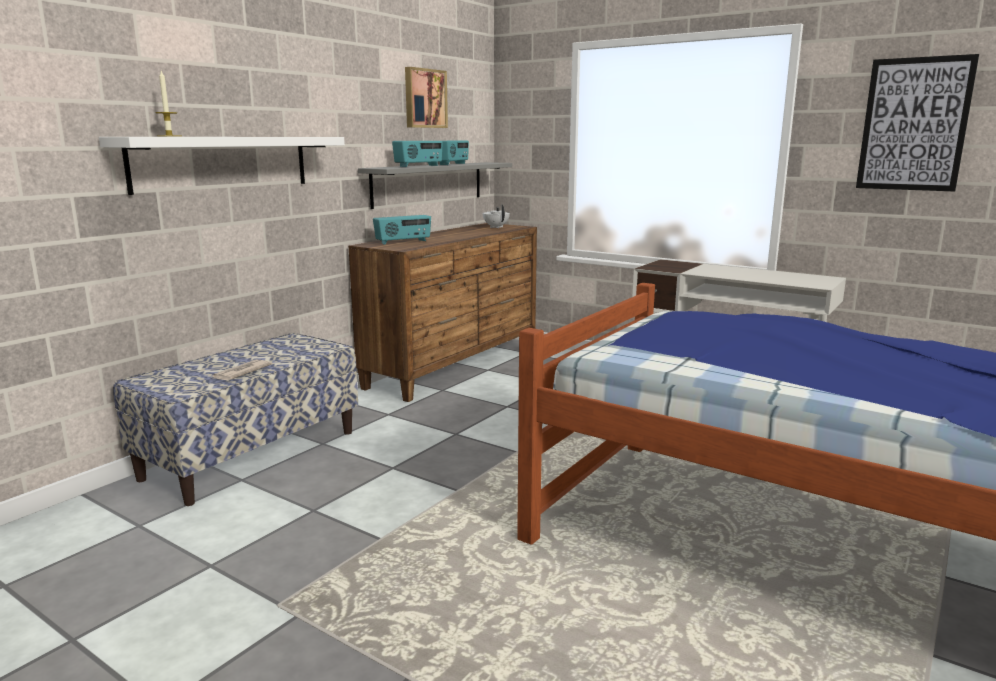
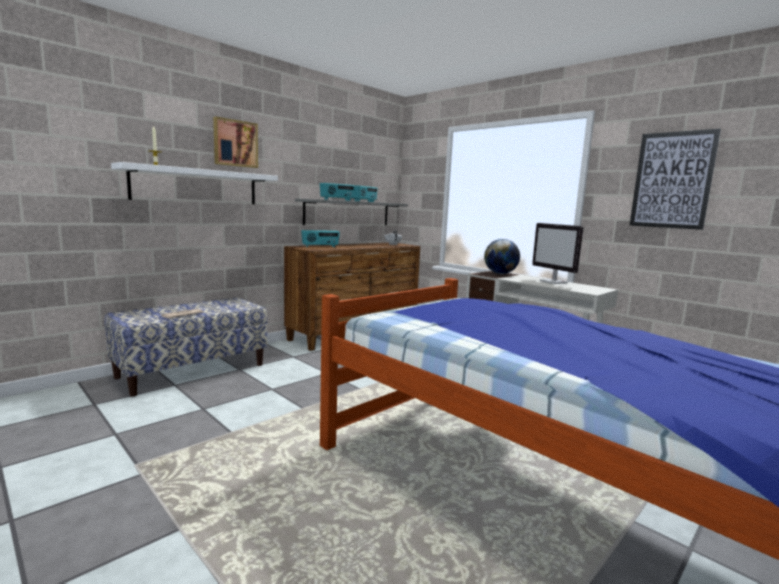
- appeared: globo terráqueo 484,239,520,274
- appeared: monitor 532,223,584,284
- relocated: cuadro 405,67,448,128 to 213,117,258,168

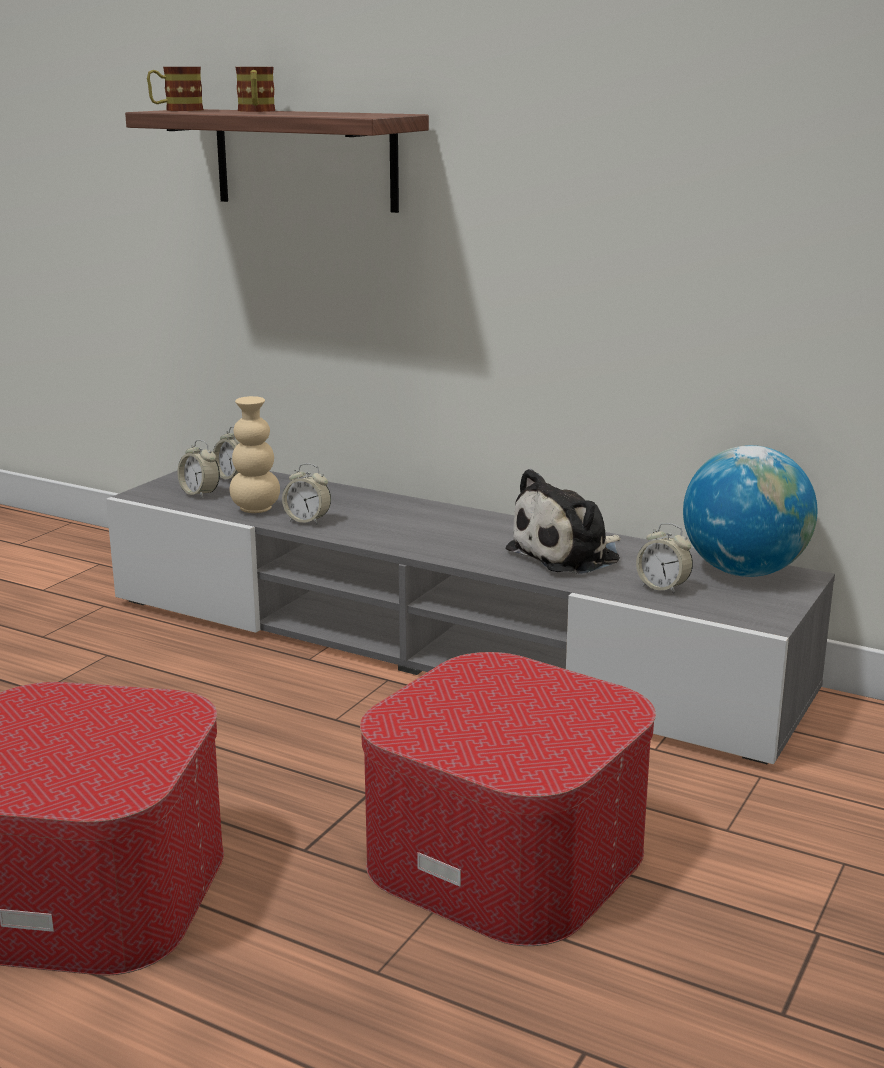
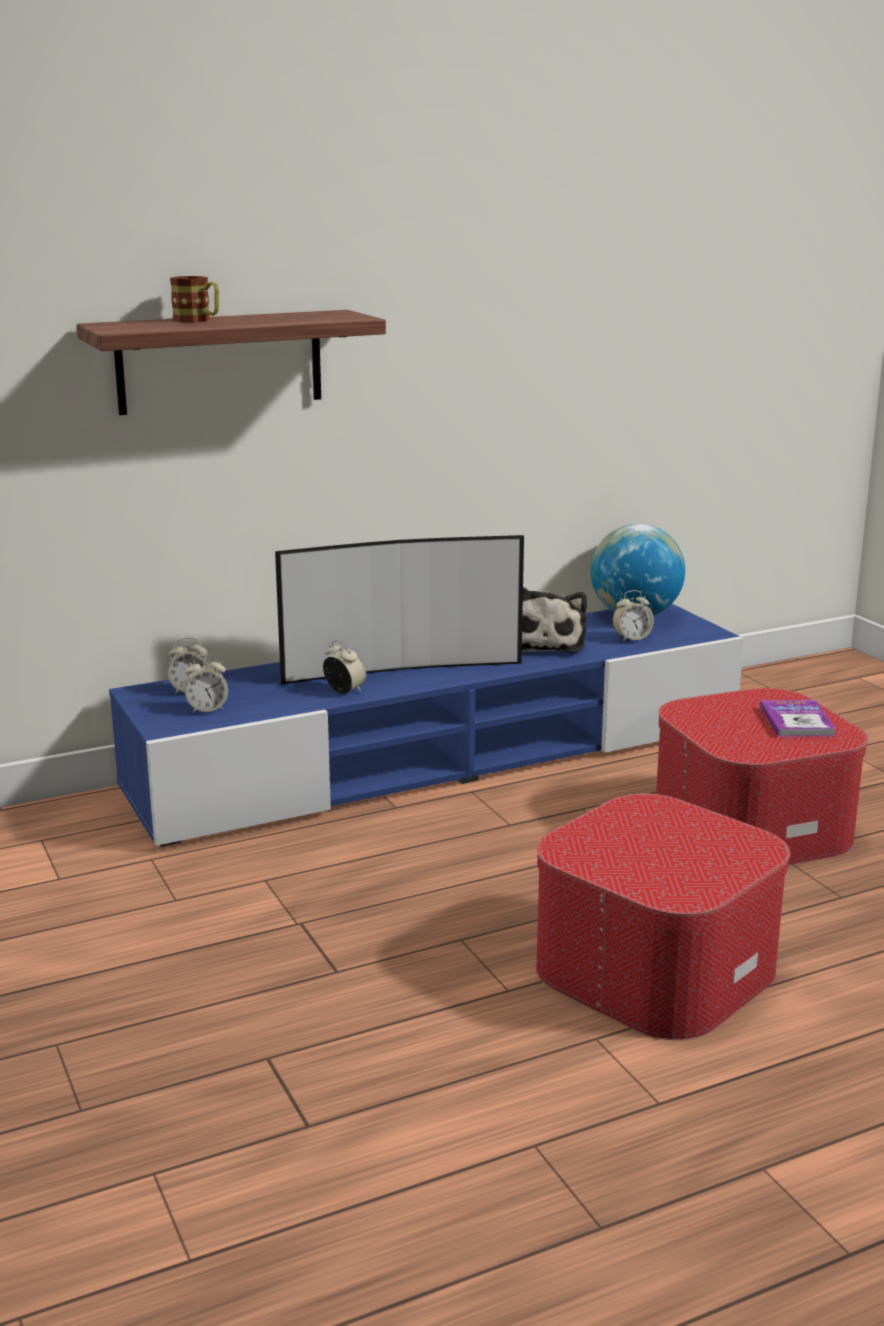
- missing: taza grande 147,67,203,111
- missing: florero [beis] 230,396,280,513
- appeared: televisor 275,535,524,684
- appeared: libro 760,700,836,737
- colour: mueble de televisión [gris] 106,470,835,765 to mueble de televisión [azul] 109,604,744,847
- spun: despertador 282,463,331,525 = 323,641,366,694 105 degrees counterclockwise

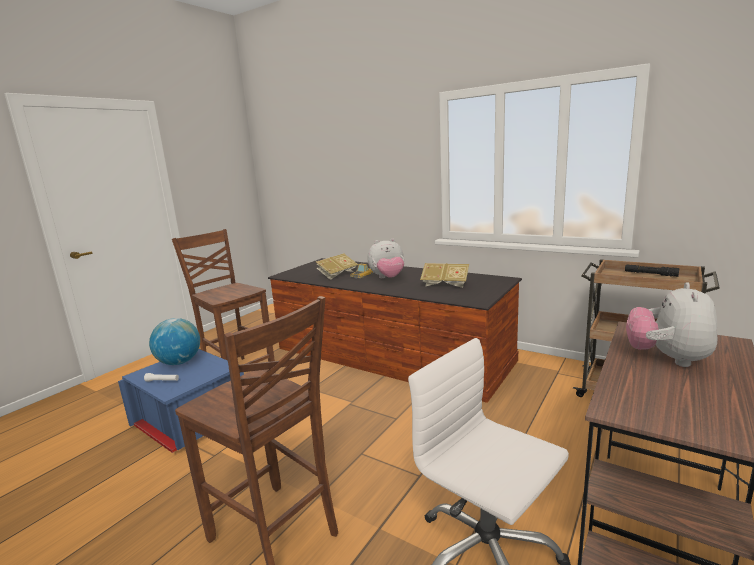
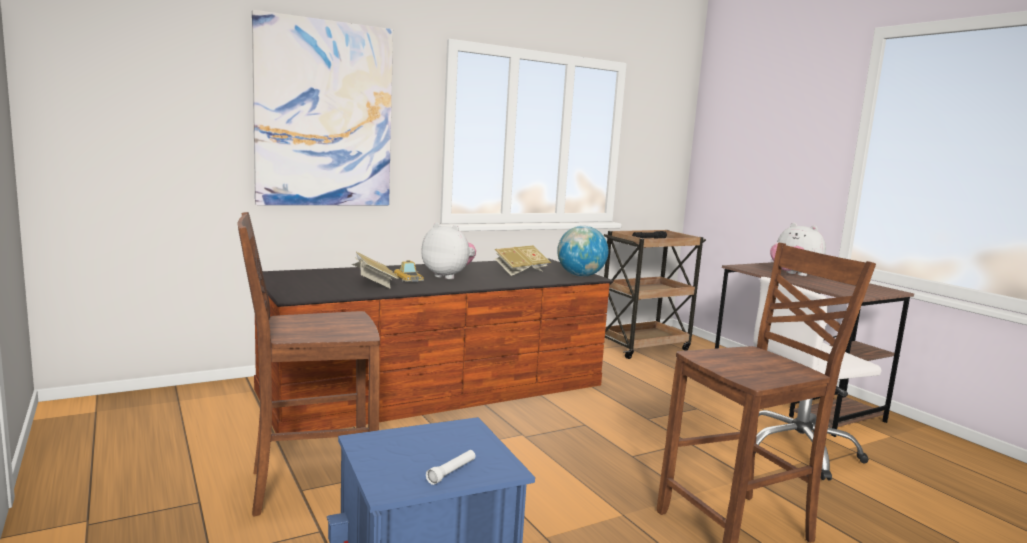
- appeared: cuadro 252,10,393,205
- relocated: globo terráqueo 149,318,200,365 to 557,226,608,277
- spun: peluche 367,238,404,278 = 421,223,476,279 75 degrees counterclockwise

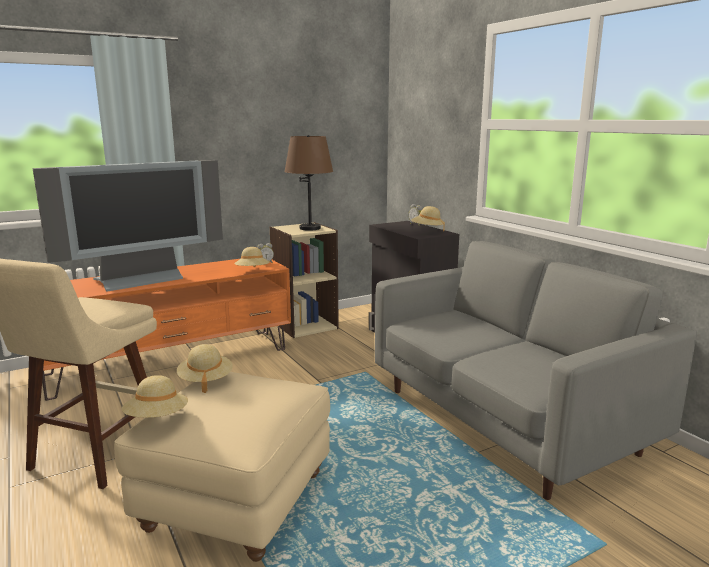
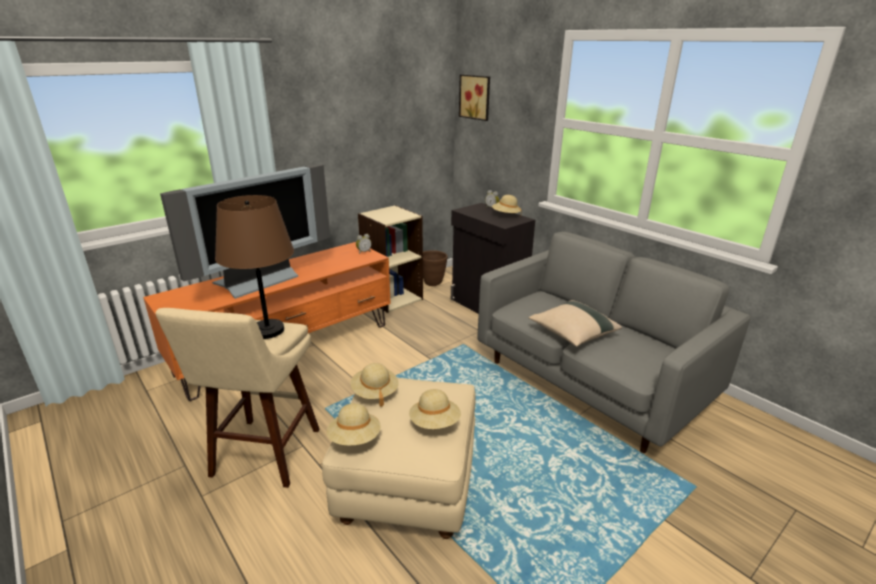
- appeared: maceta [marrón] 423,250,448,286
- appeared: cuadro 459,74,490,121
- appeared: cojín [beis] 529,300,622,347
- relocated: sombrero [beis] 234,247,270,267 to 409,389,461,429
- relocated: lámpara de mesa [marrón] 285,135,333,231 to 215,195,294,339

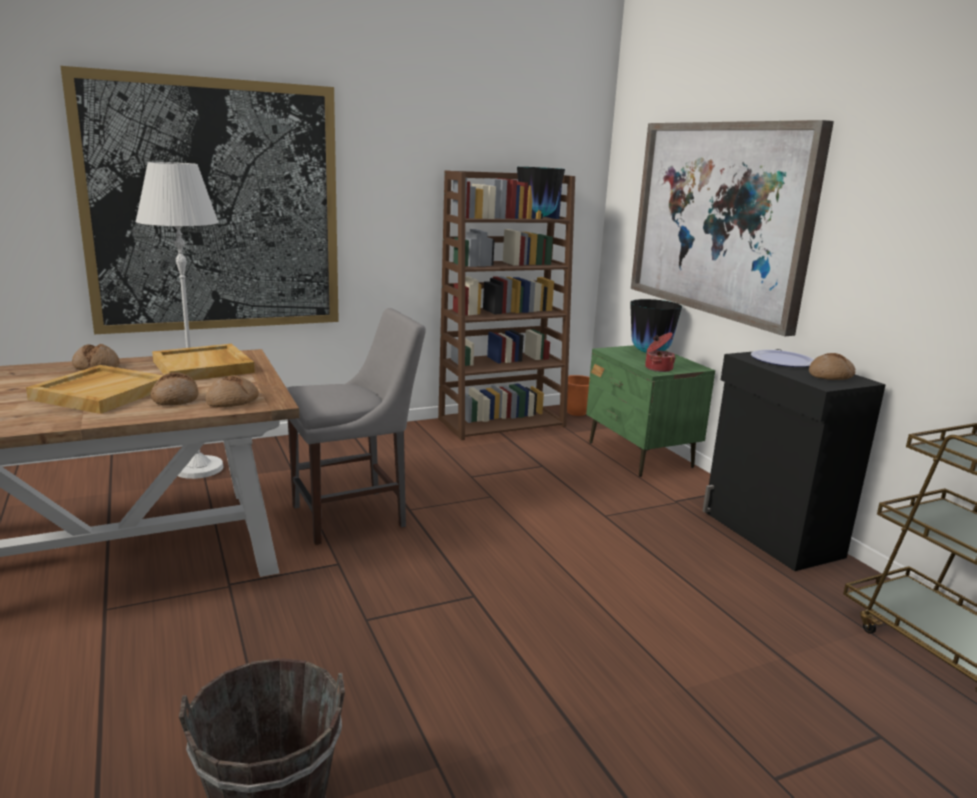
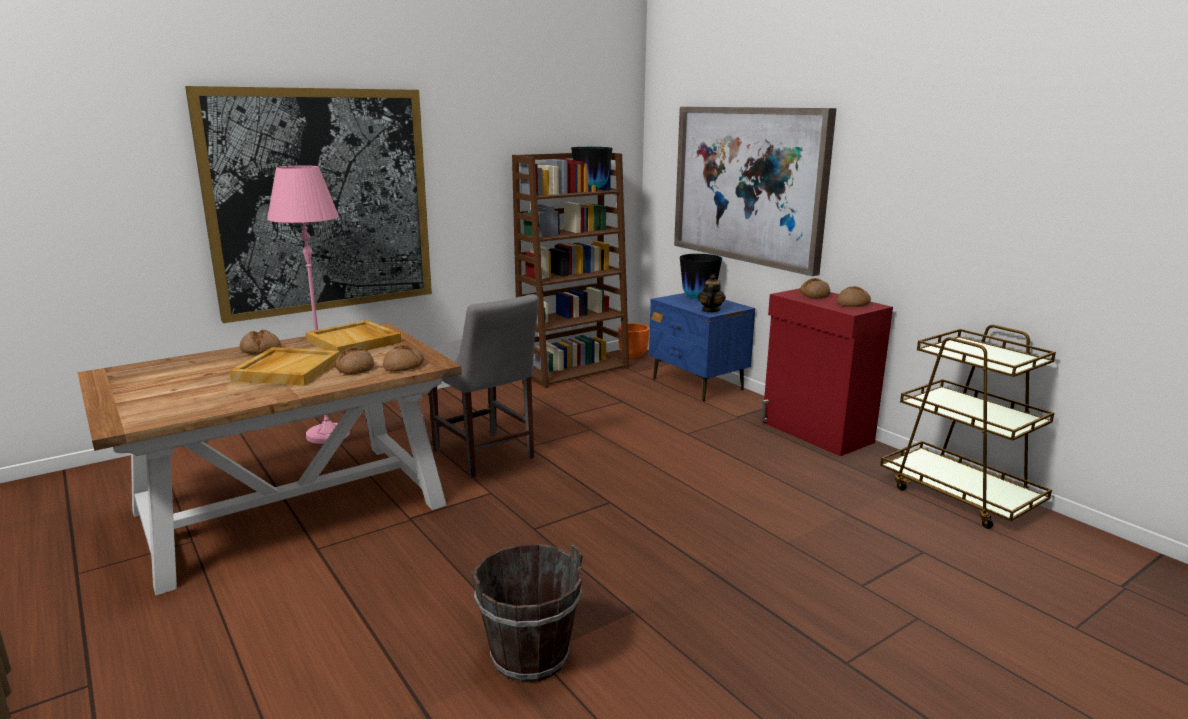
- exchanged: olla 645,332,676,372 to tetera 698,274,726,312
- exchanged: plato 751,350,814,367 to pan 800,278,830,298
- colour: lámpara de pie [blanco] 136,162,223,479 to lámpara de pie [rosa] 267,165,350,444
- colour: mesita de noche [verde] 586,345,715,477 to mesita de noche [azul] 649,293,755,401
- colour: armario [negro] 703,349,886,571 to armario [rojo] 761,288,893,456
- spun: silla [gris] 287,308,426,545 = 429,294,539,478 90 degrees clockwise

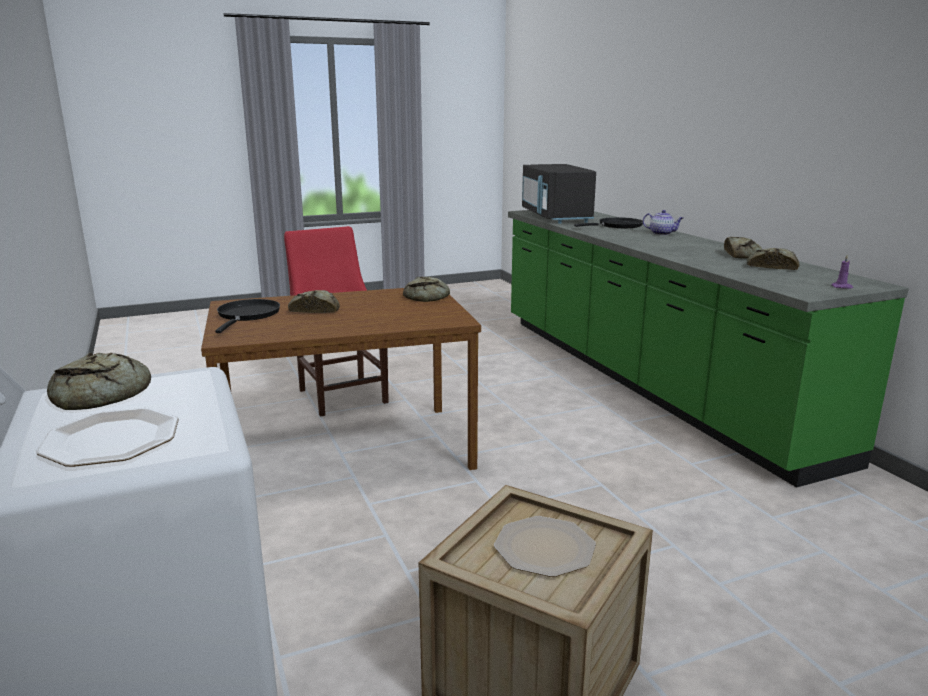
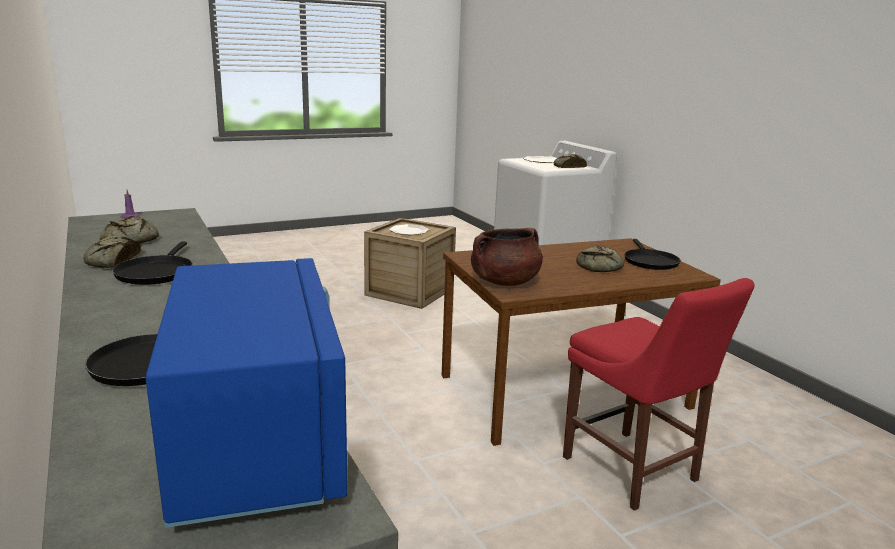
- missing: tetera 643,210,683,235
- appeared: sartén [negro] 112,241,193,285
- exchanged: pan 403,277,450,302 to olla [marrón] 471,228,543,286
- colour: microondas [negro] 522,164,596,224 to microondas [azul] 145,258,348,528

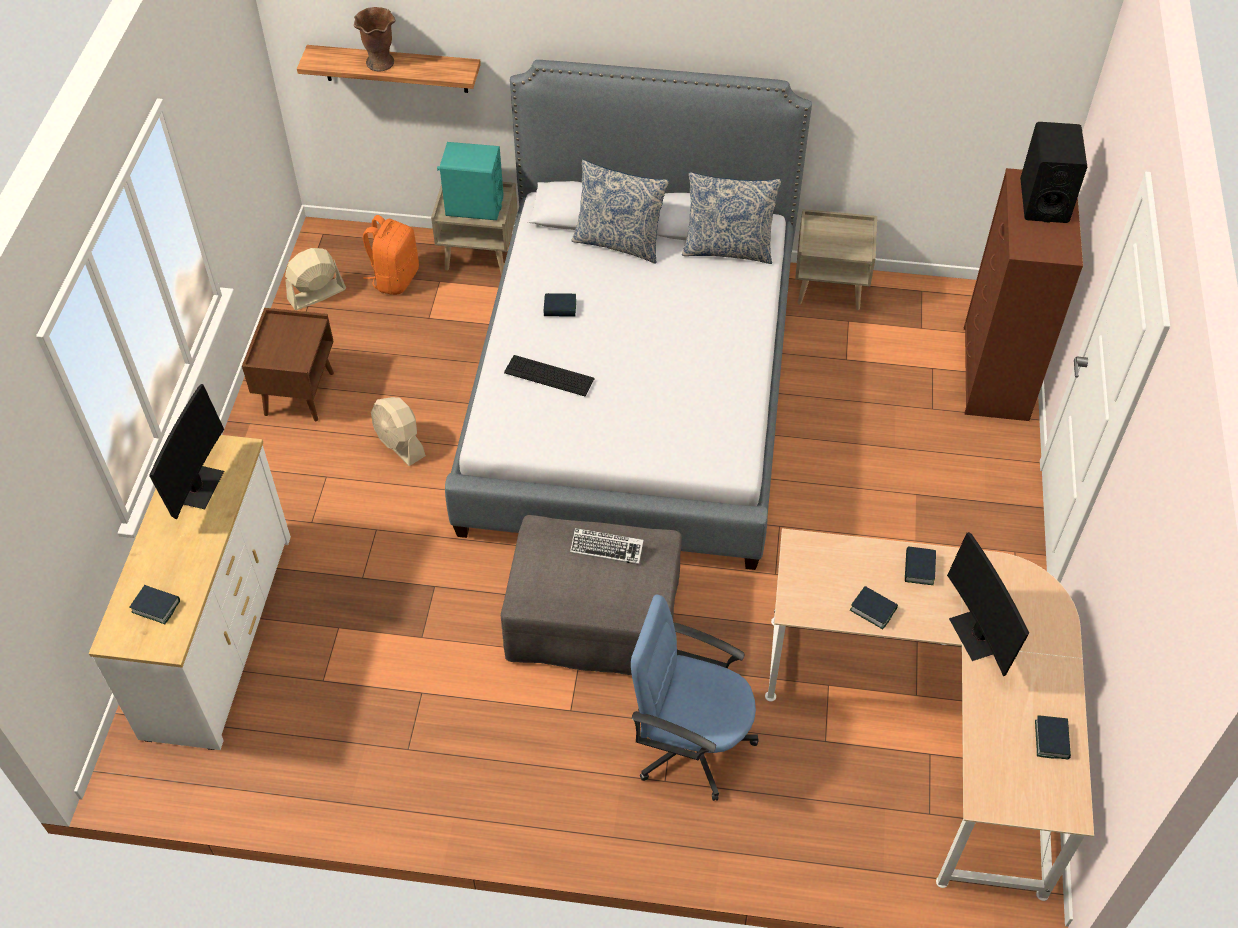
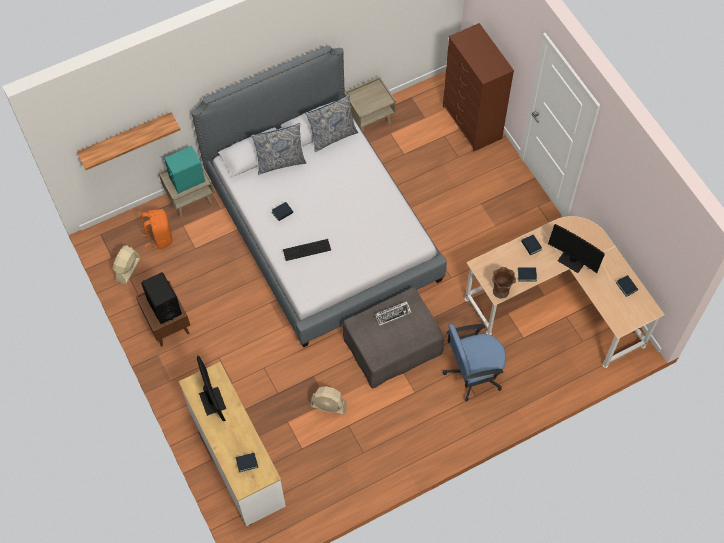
- relocated: florero [marrón] 354,7,395,71 to 492,267,516,298
- relocated: ventilador [beis] 371,397,426,466 to 310,386,347,415
- relocated: altavoz [negro] 1020,122,1087,223 to 141,272,182,324

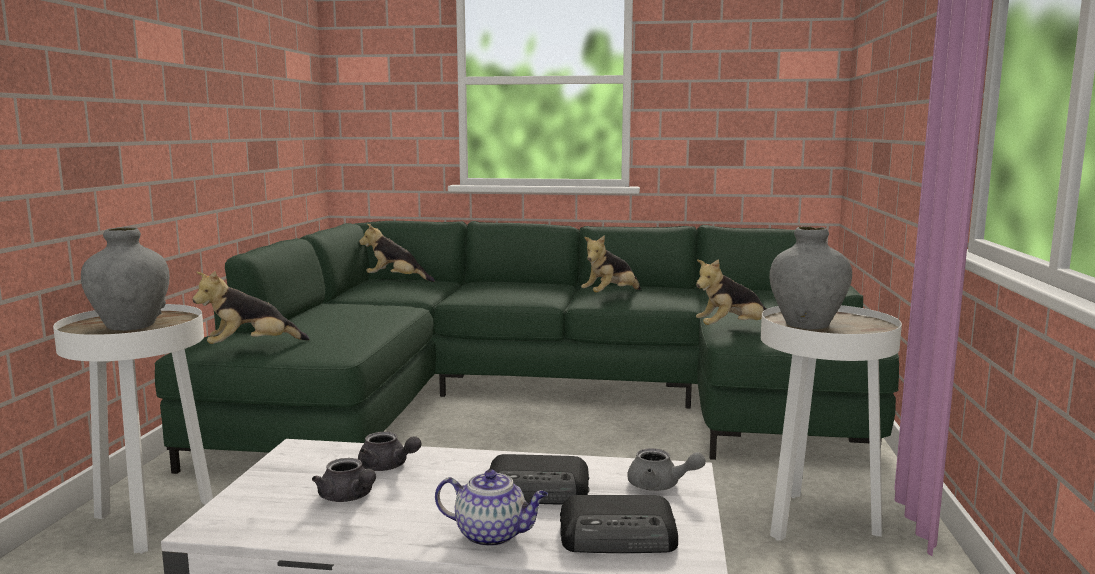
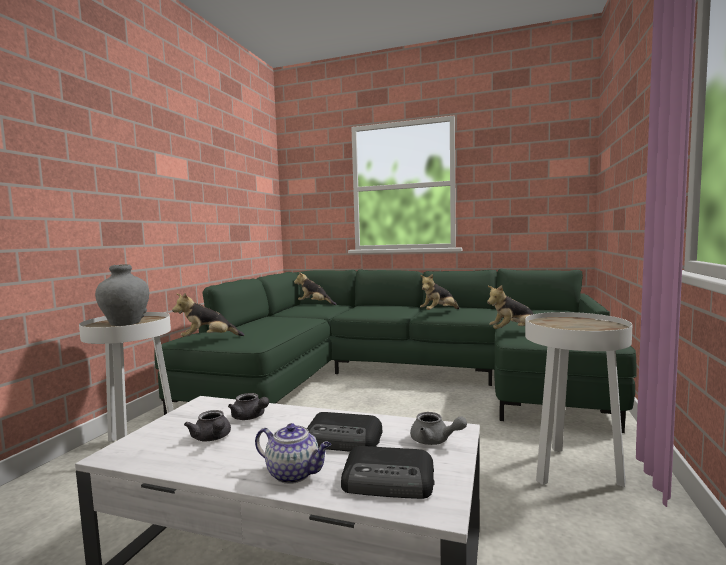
- missing: florero [gris] 769,226,852,329

